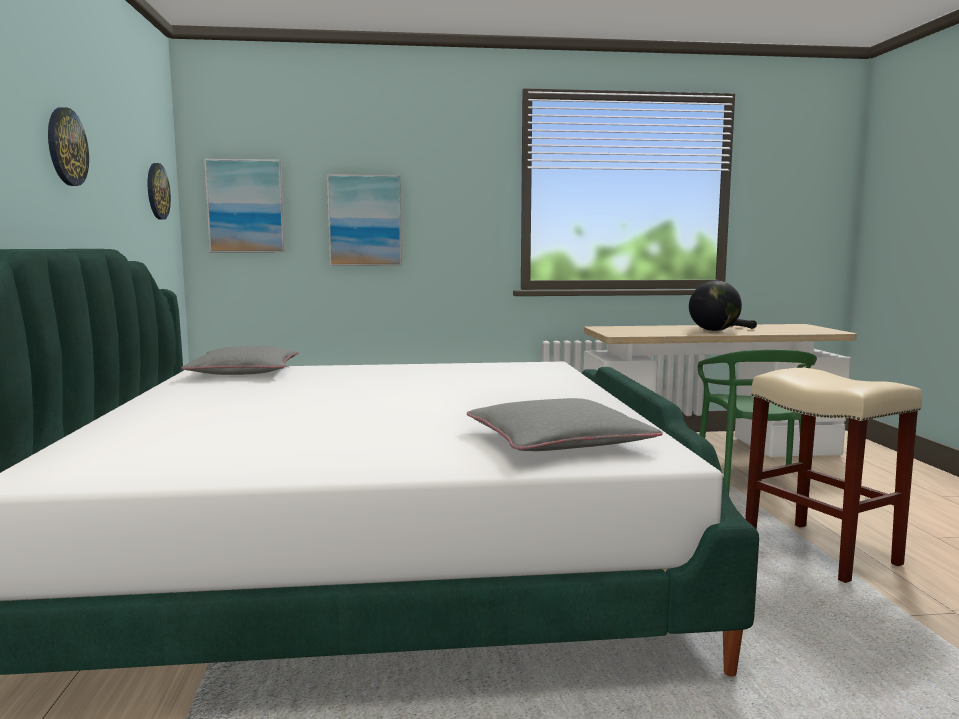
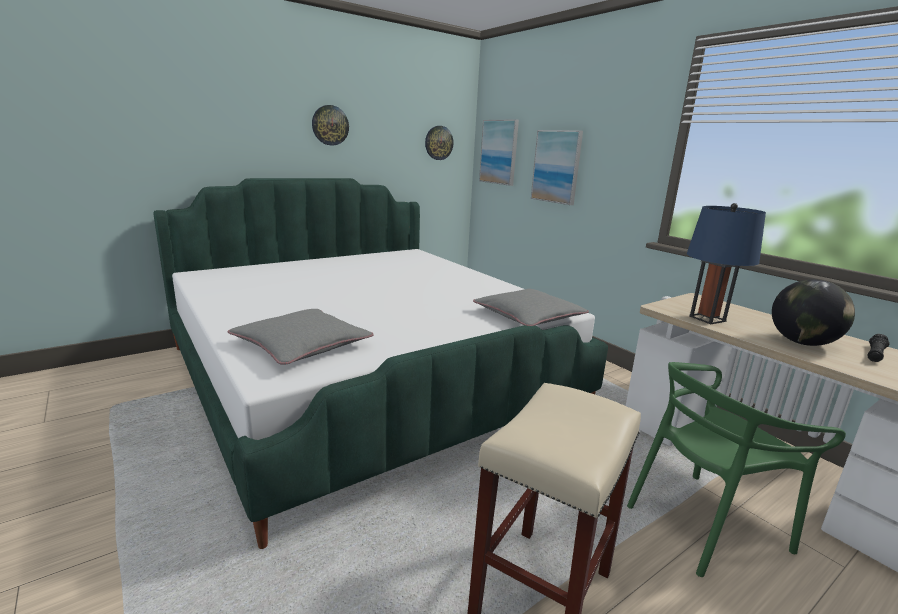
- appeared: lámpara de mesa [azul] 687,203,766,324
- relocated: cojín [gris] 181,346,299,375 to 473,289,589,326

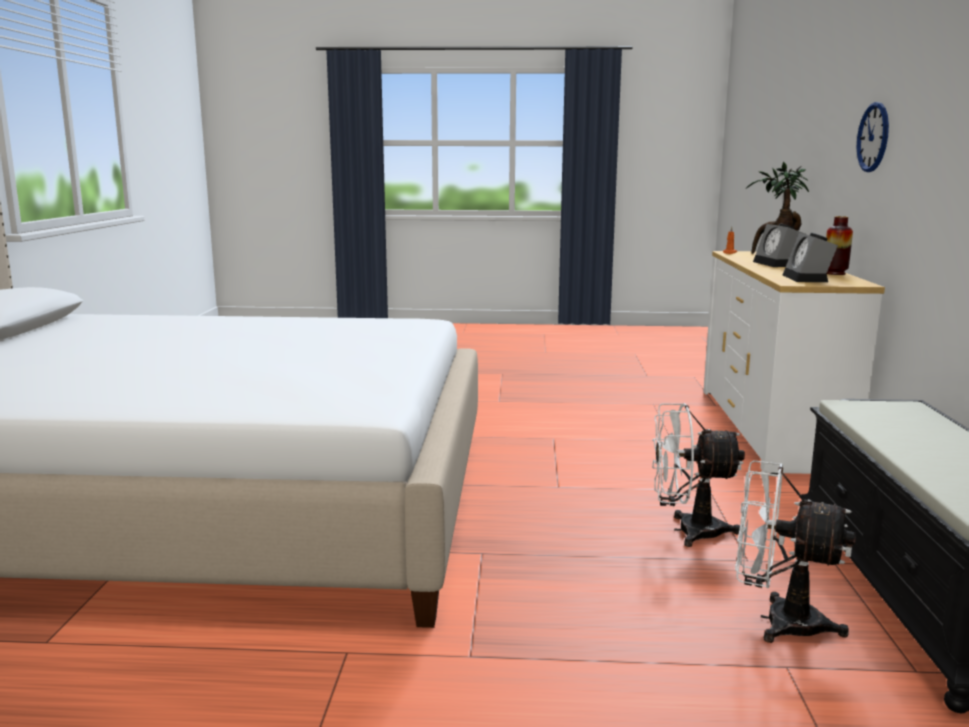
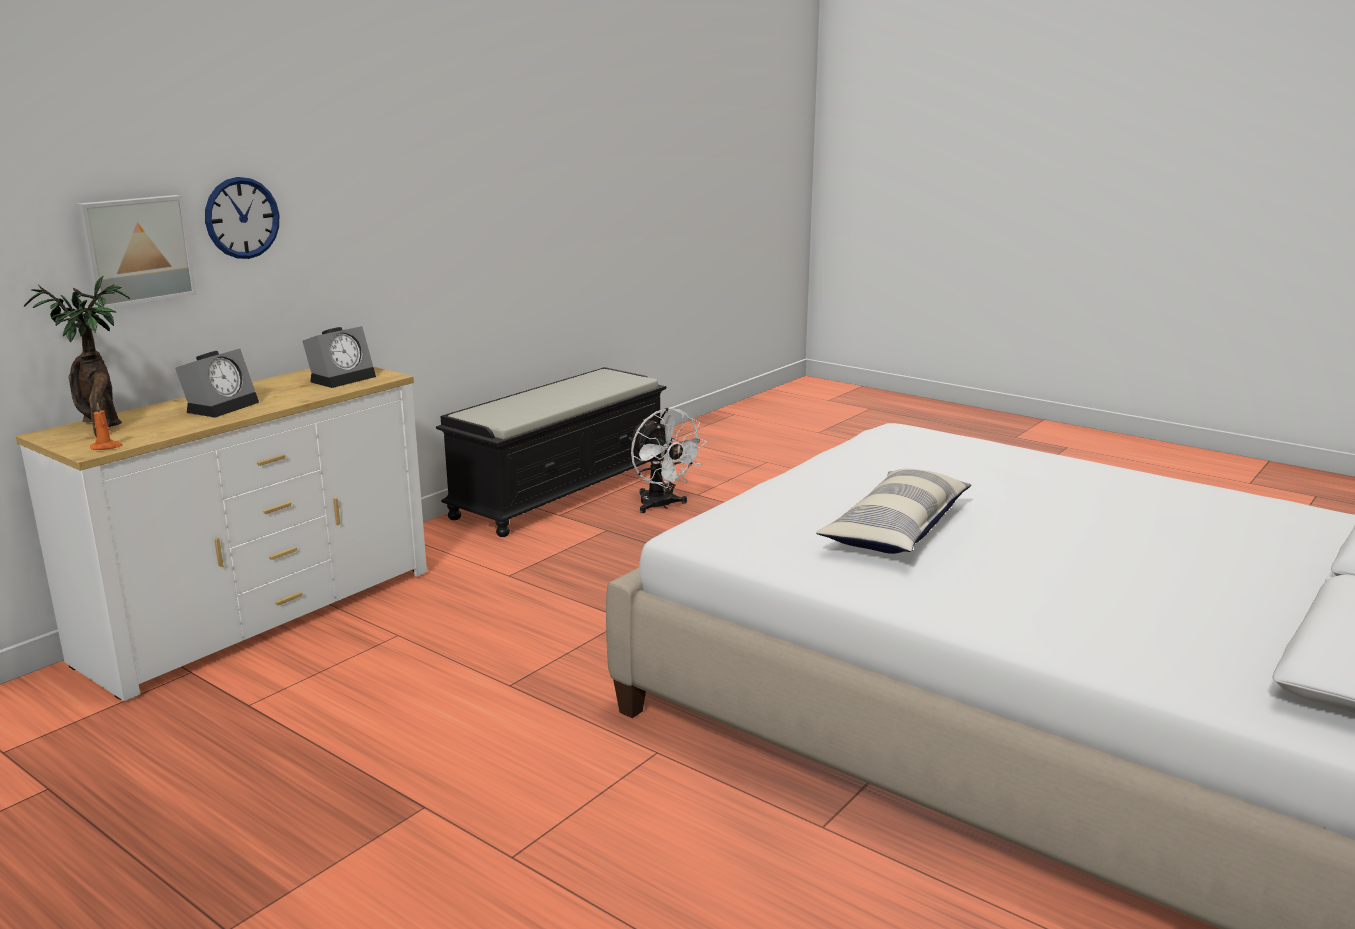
- missing: ventilador [blanco] 652,403,745,547
- missing: florero 826,216,853,275
- appeared: cuadro 76,195,196,308
- appeared: cojín 816,468,971,554

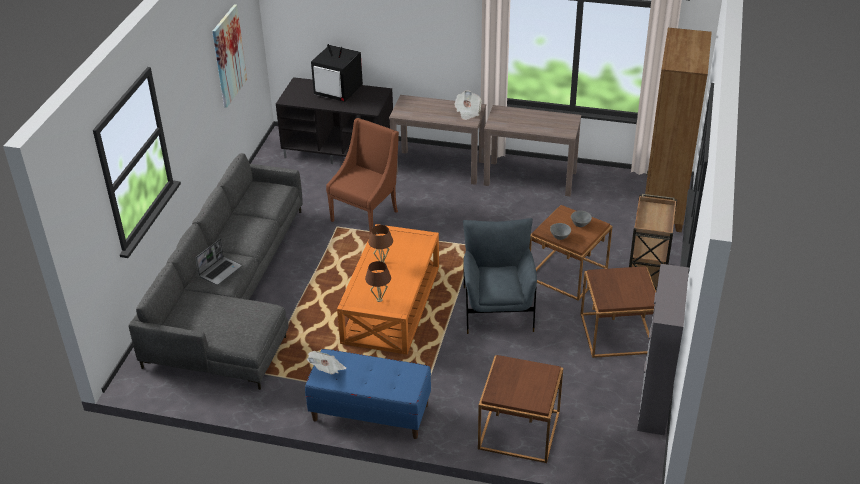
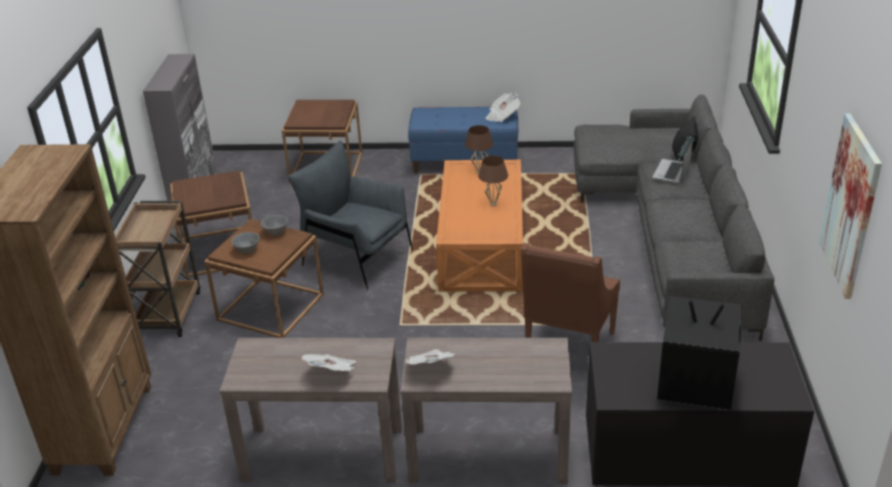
- appeared: periódico 302,354,356,371
- appeared: cojín [negro] 672,116,698,162
- spun: sillón [gris] 463,218,537,334 = 288,141,413,290 135 degrees clockwise

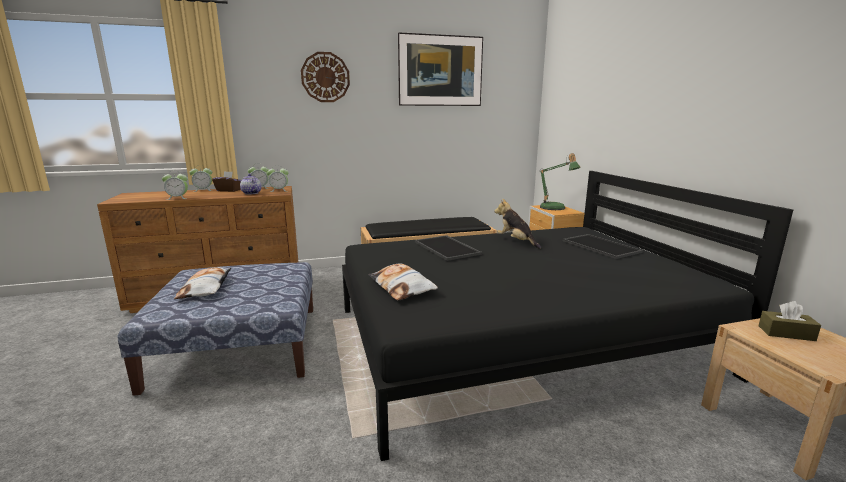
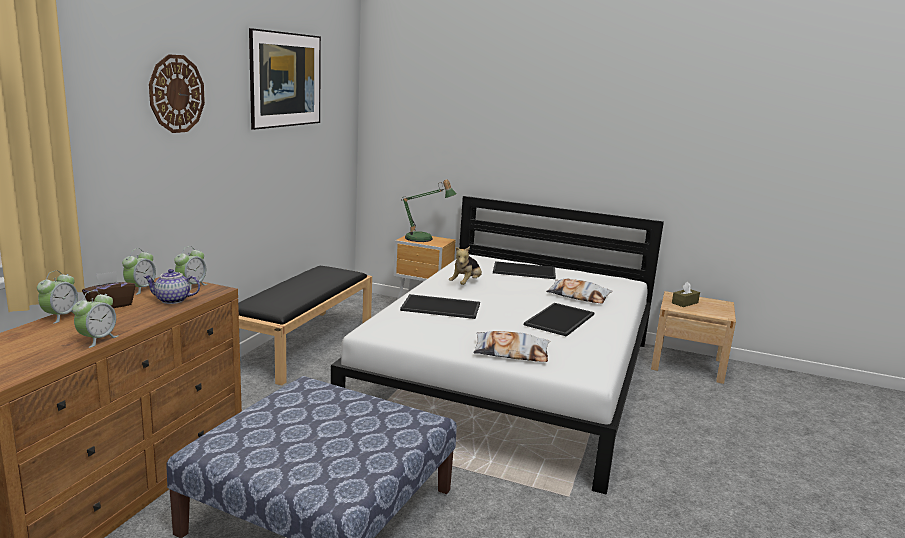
- appeared: bandeja 524,303,595,337
- relocated: cojín 174,267,231,299 to 546,279,613,304
- colour: cama [negro] 342,171,793,461 to cama [blanco] 331,196,664,495
- spun: peluche 494,199,541,249 = 449,246,482,285 60 degrees counterclockwise

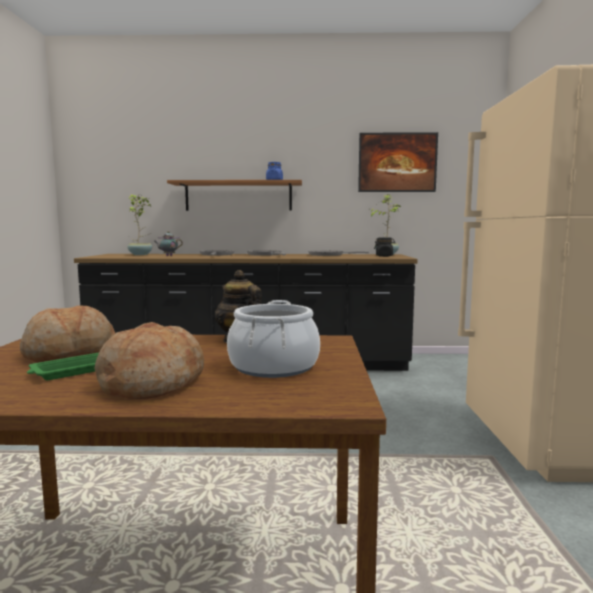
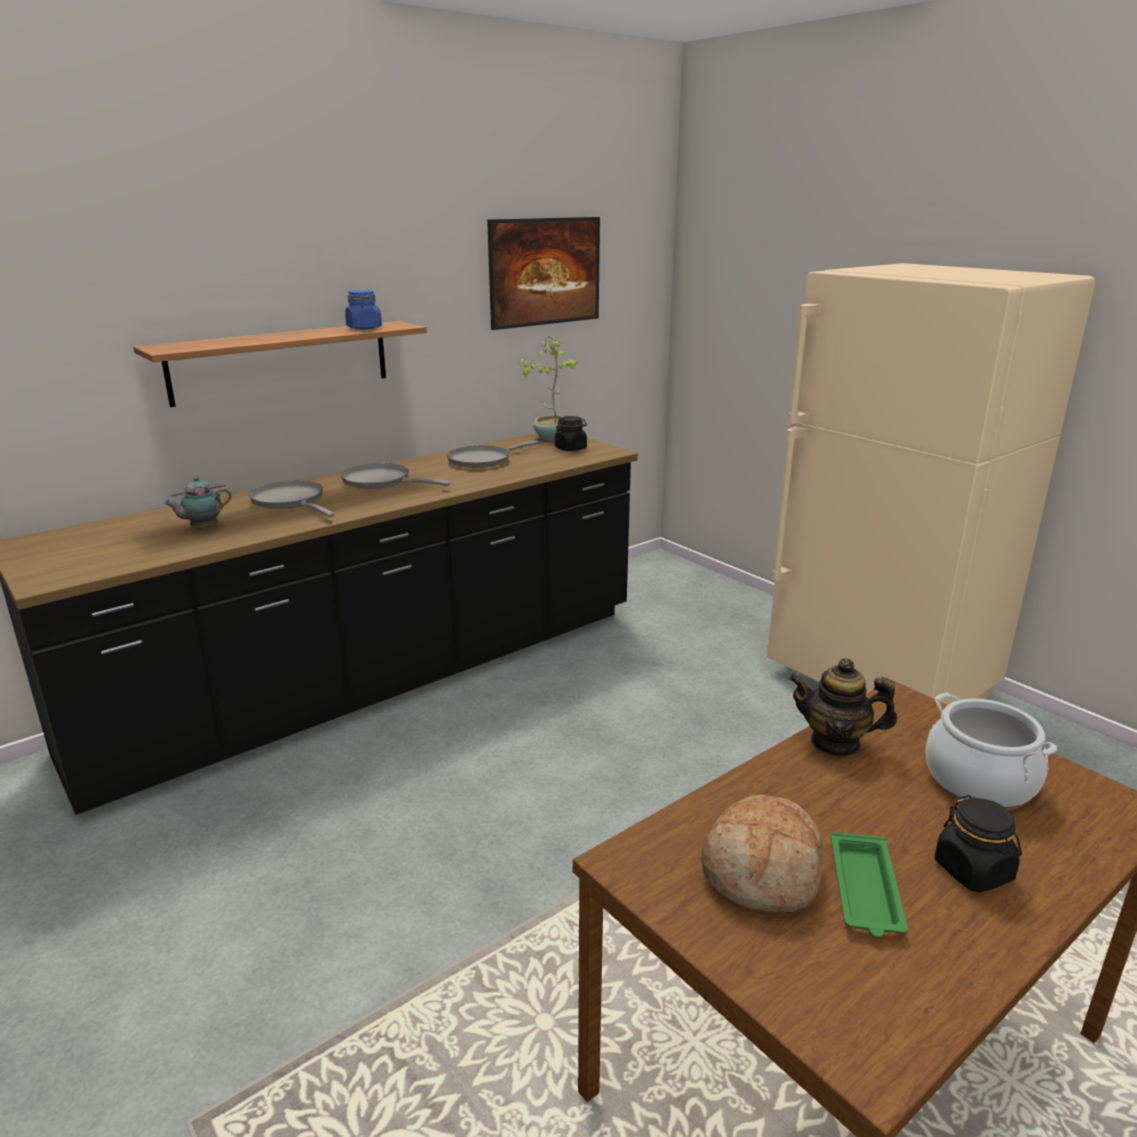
- missing: planta en maceta 127,194,153,255
- exchanged: pan 95,322,204,399 to tarro [negro] 935,795,1022,893

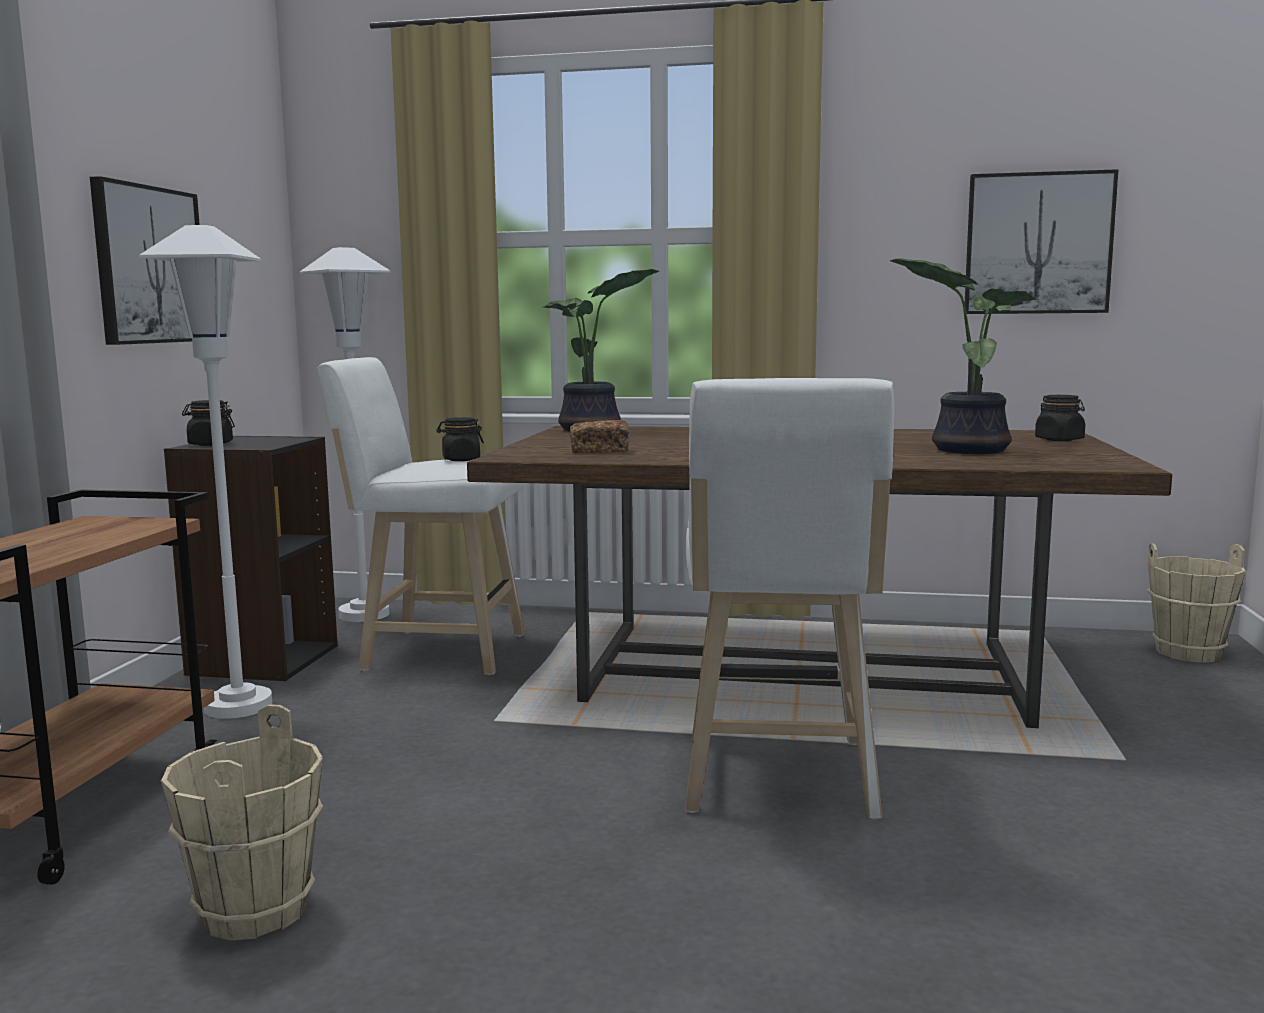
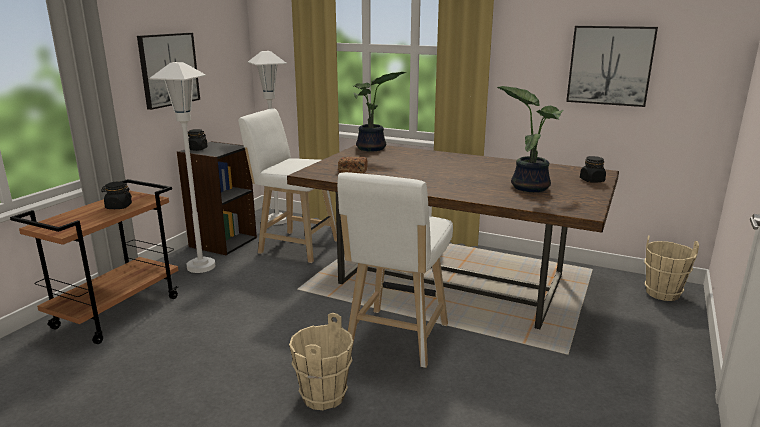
- relocated: cubo [beis] 161,704,323,941 to 289,313,353,410
- relocated: tarro [negro] 436,417,484,461 to 101,182,132,209

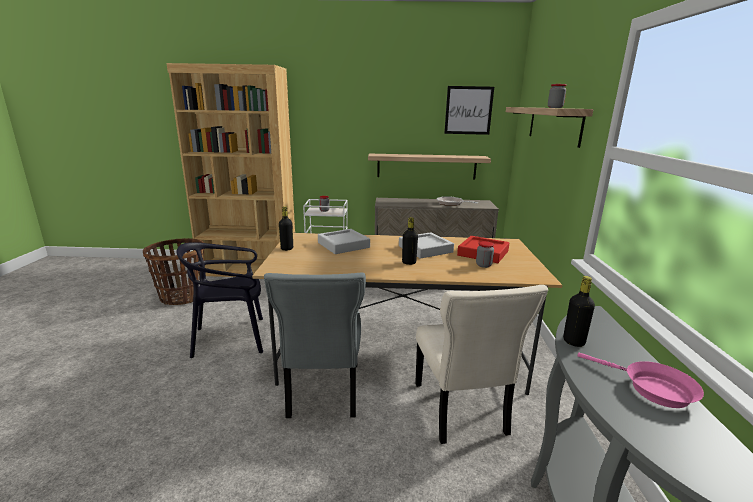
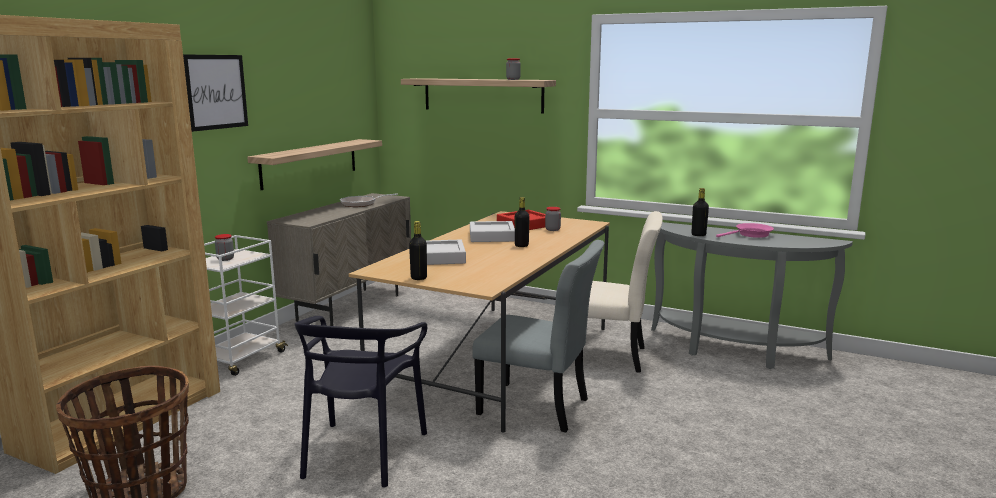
- relocated: cuadro 444,86,494,135 to 183,54,248,132

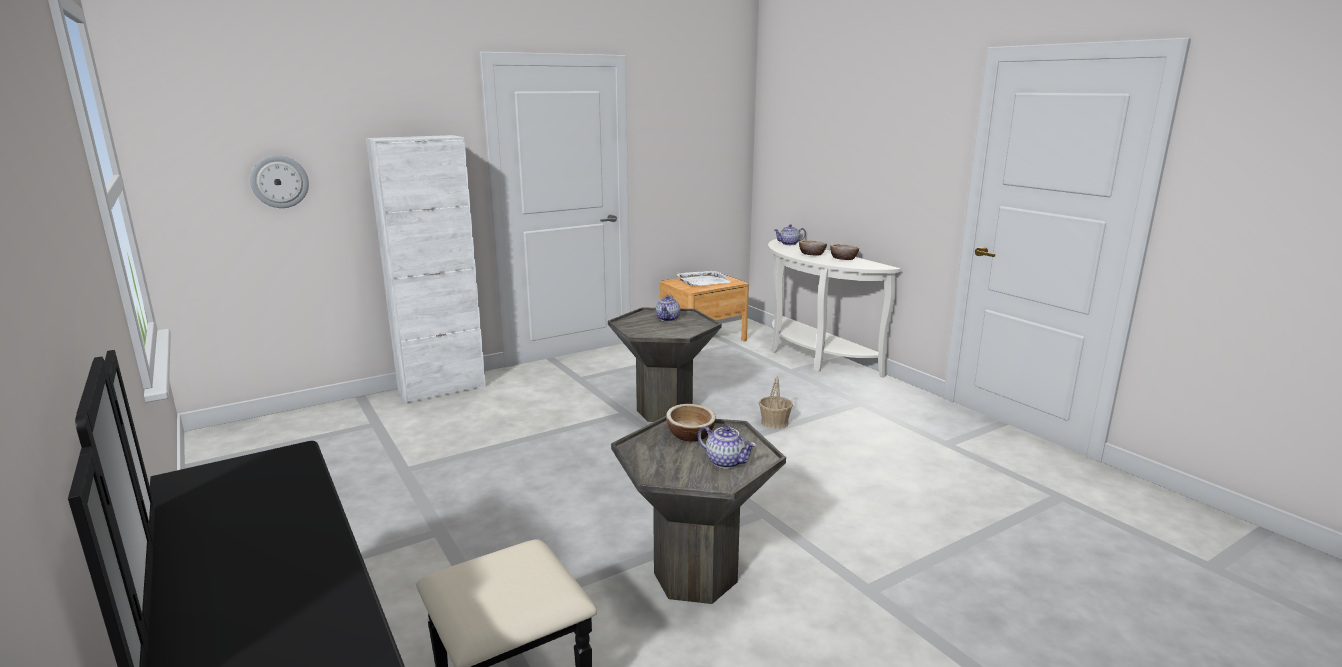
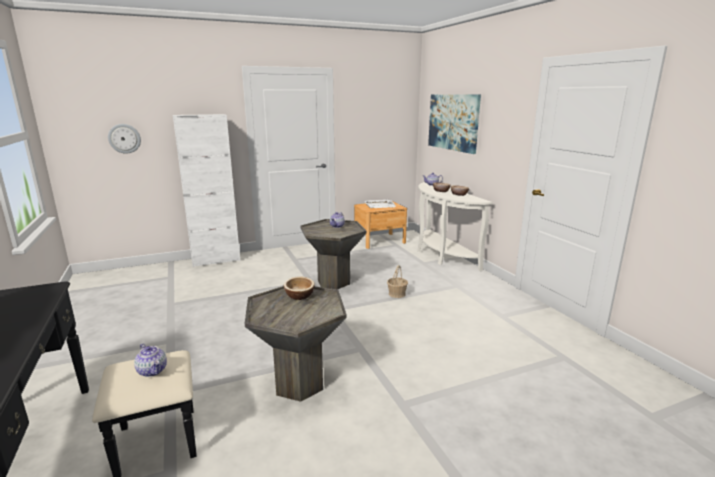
- appeared: cuadro 428,94,481,154
- relocated: tetera 698,426,756,469 to 134,343,167,377

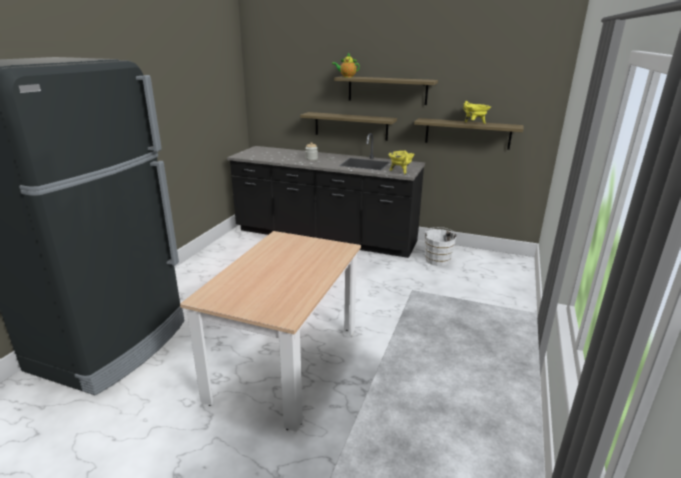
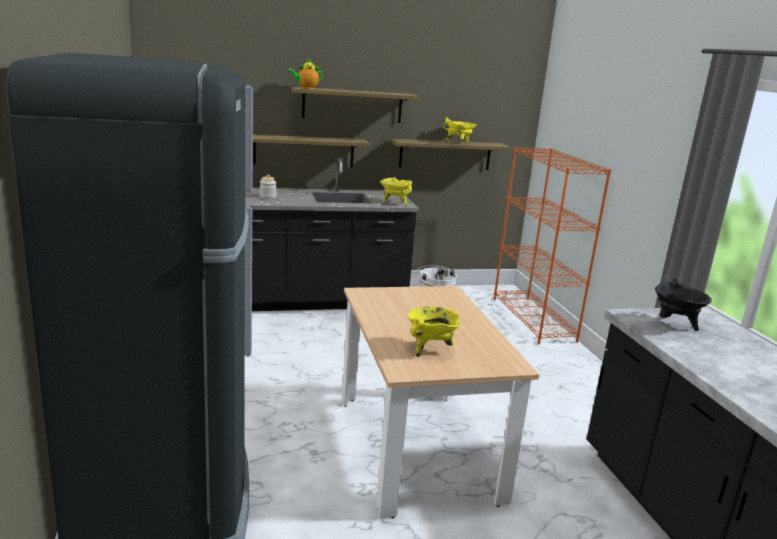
- appeared: olla [amarillo] 407,307,460,357
- appeared: estantería [naranja] 493,147,611,344
- appeared: olla [negro] 655,278,712,331

